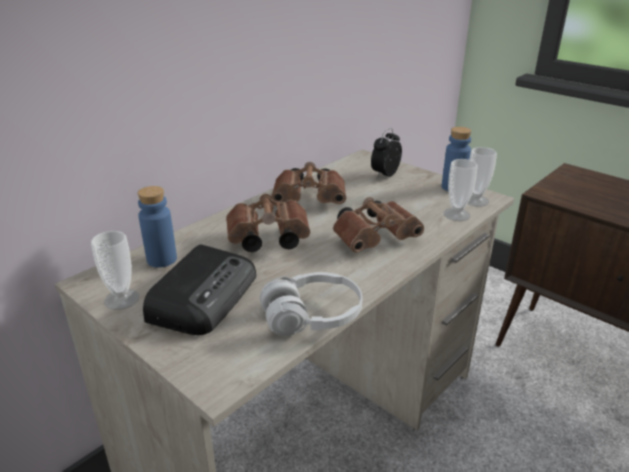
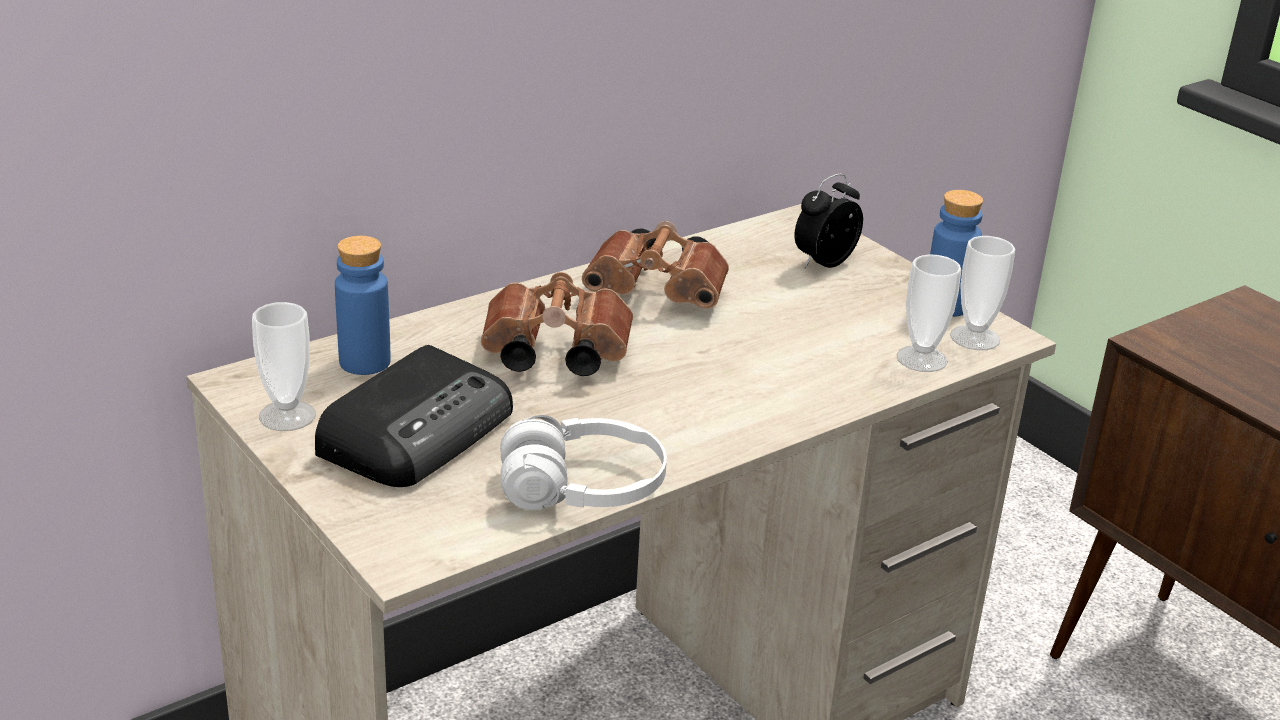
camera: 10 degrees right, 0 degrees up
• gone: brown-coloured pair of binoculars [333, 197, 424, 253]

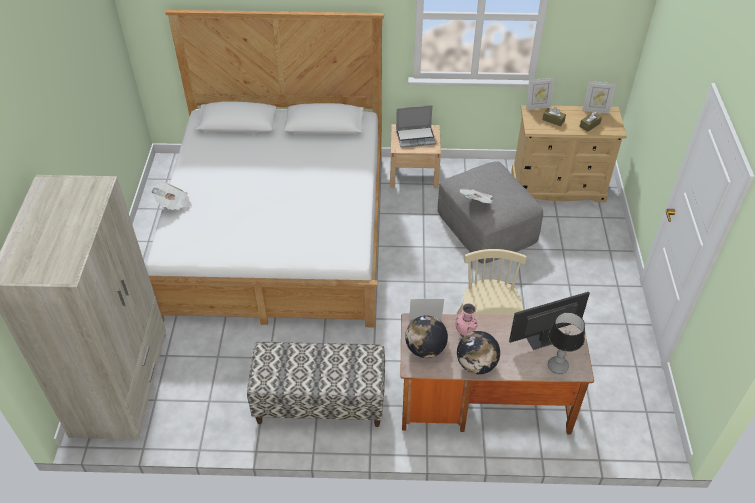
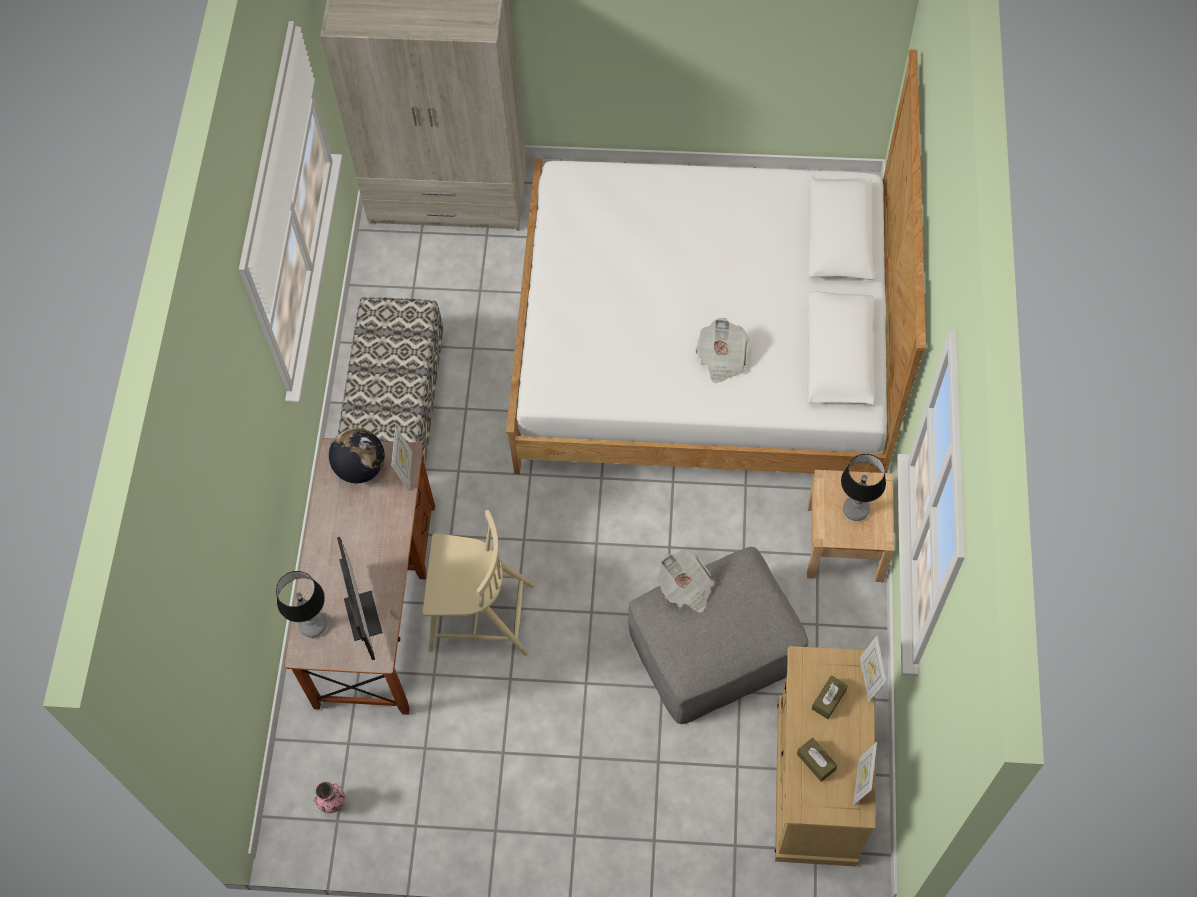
camera: 95 degrees right, 15 degrees up
• gone: world globe [457, 331, 500, 374]
• shifted: printed paper [151, 182, 192, 210] to [696, 318, 749, 383]
• shifted: pink decorative vase [456, 303, 478, 337] to [314, 781, 345, 813]
• swapped: laptop [396, 105, 436, 148] to lamp for a table [841, 454, 886, 521]

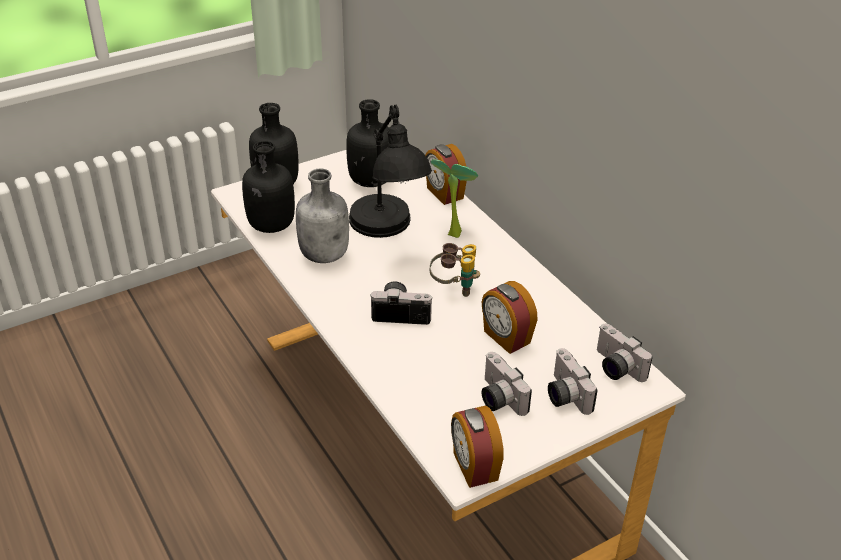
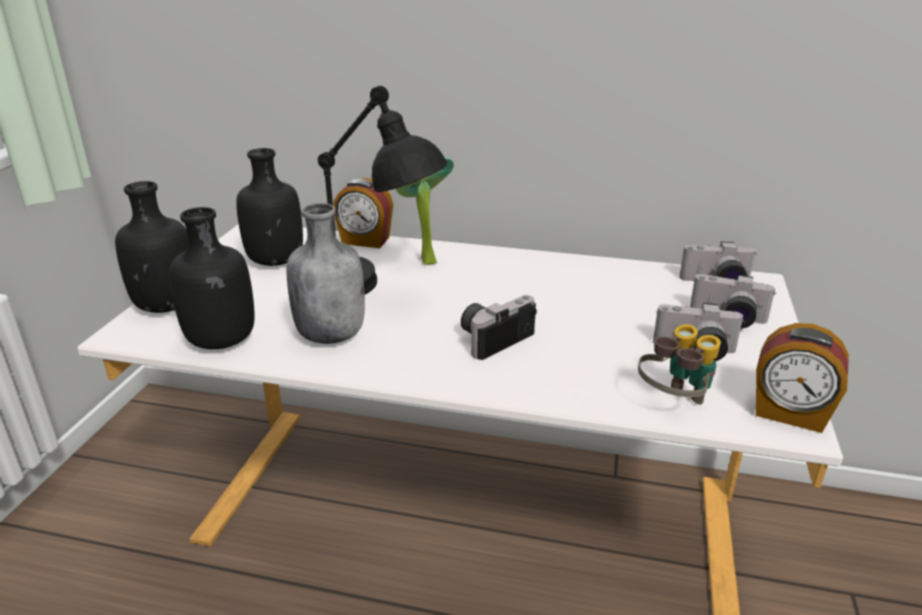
camera: 45 degrees left, 10 degrees down
• gone: table clock [482, 281, 538, 354]
• shifted: pair of binoculars [430, 243, 480, 297] to [638, 324, 721, 405]

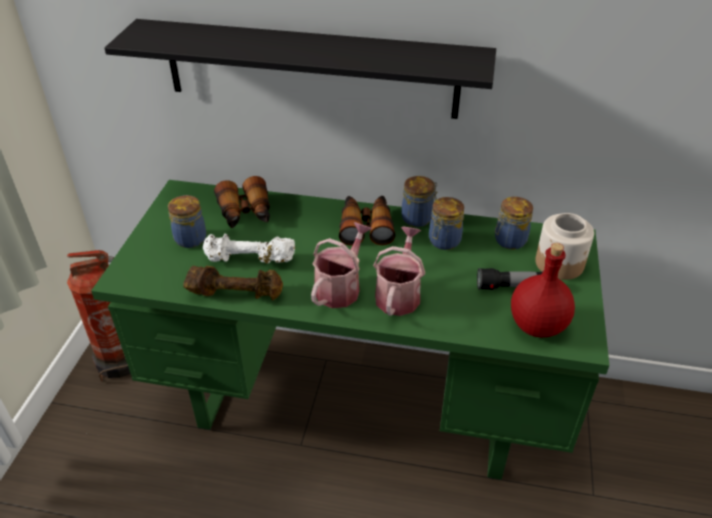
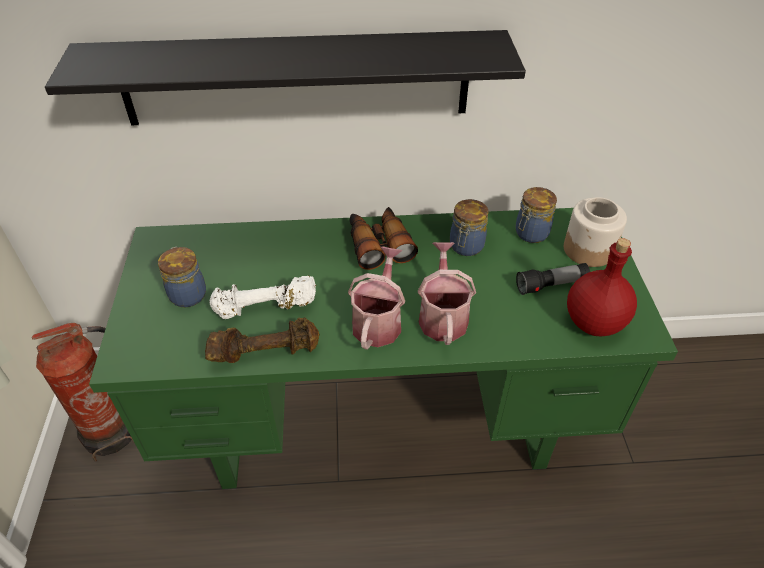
camera: 15 degrees left, 5 degrees up
• gone: pair of binoculars [214, 176, 270, 228]
• gone: jar [401, 176, 438, 227]

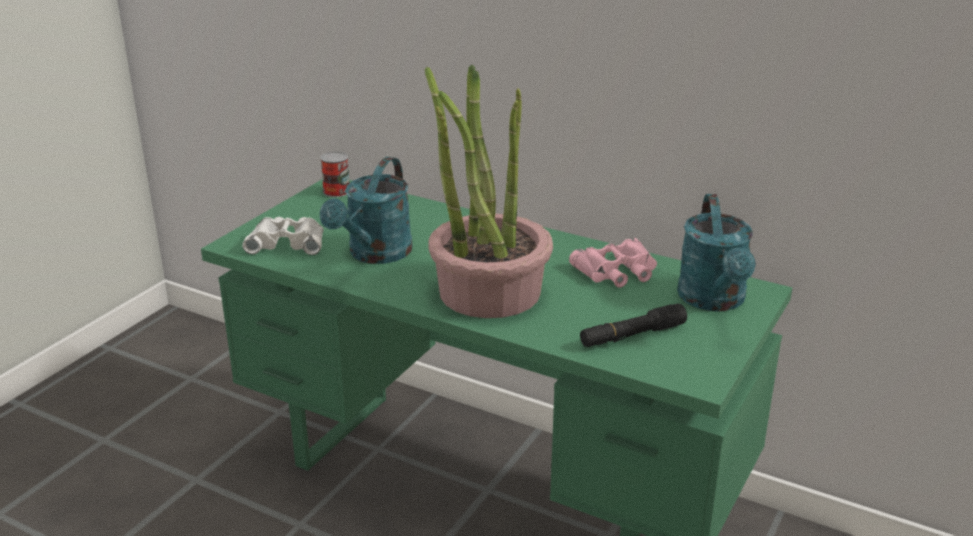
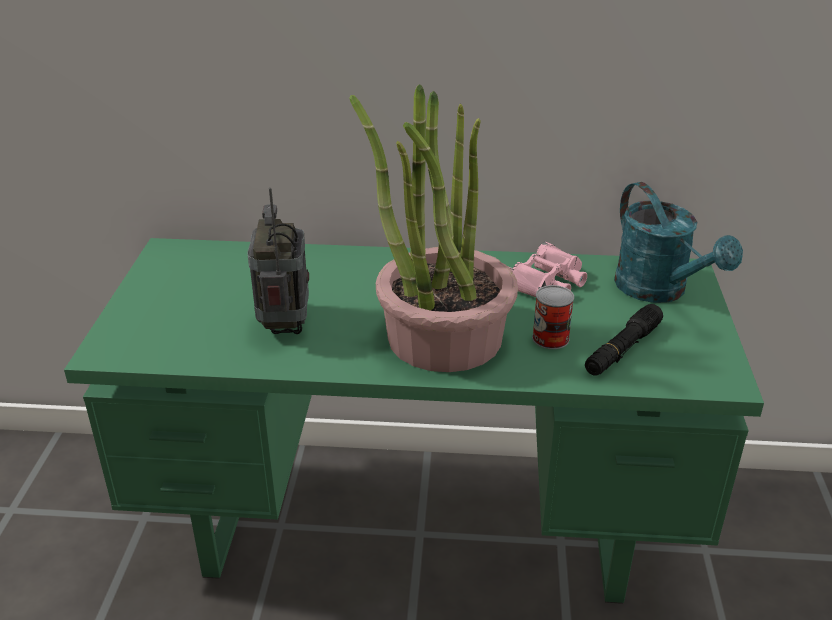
camera: 25 degrees left, 5 degrees up
• gone: white-coloured pair of binoculars [242, 217, 324, 255]
• shifted: sealed can [320, 151, 350, 197] to [532, 285, 574, 349]
• swapped: turquoise sprinkling can [320, 157, 413, 264] to radio receiver [247, 188, 309, 334]

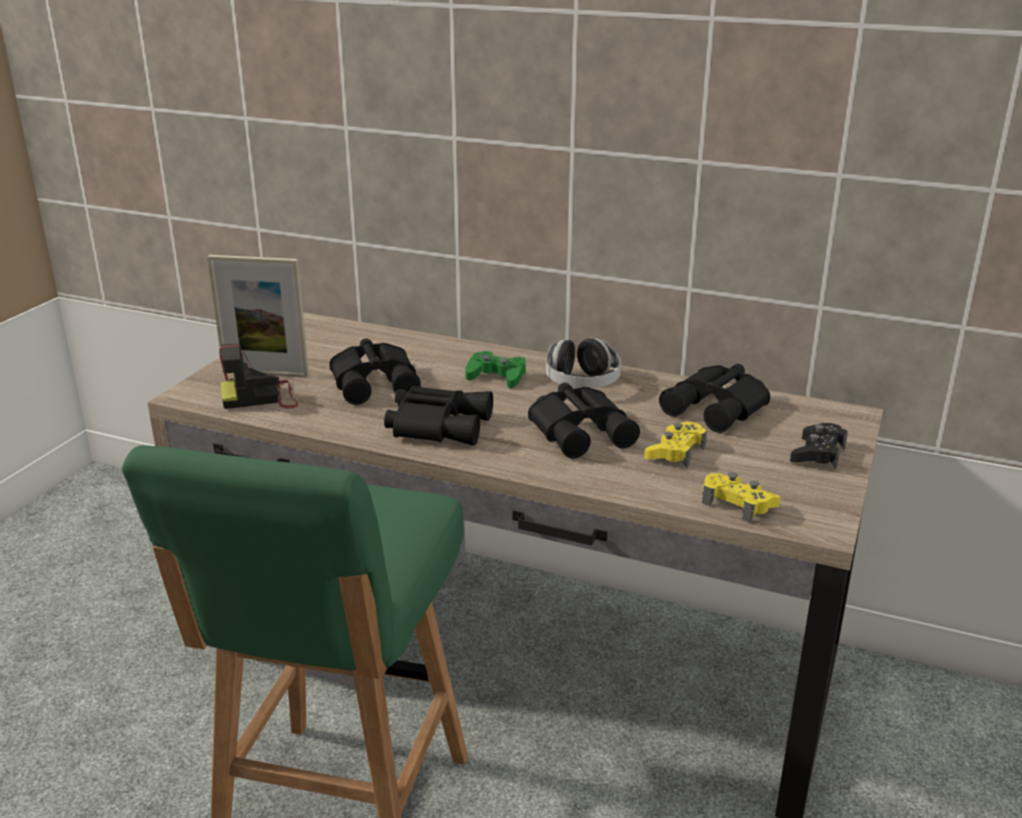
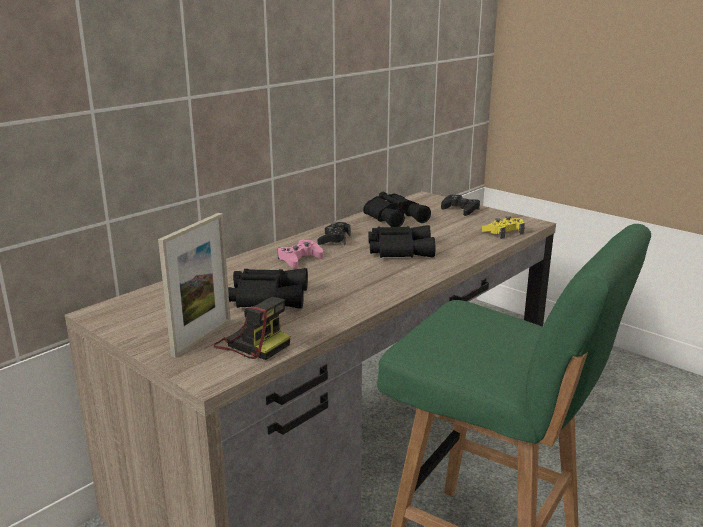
camera: 70 degrees left, 5 degrees down
• gone: blackish pair of binoculars [384, 386, 493, 445]
• gone: yellow gamepad [644, 422, 707, 468]
• swapped: headphones [546, 338, 621, 388] to blackish gamepad [318, 222, 351, 245]
• repainted: green gamepad [465, 351, 526, 389] to pink gamepad [278, 240, 323, 268]
• rotated: photo camera [219, 344, 298, 409] = [214, 297, 290, 360] 60 degrees counterclockwise

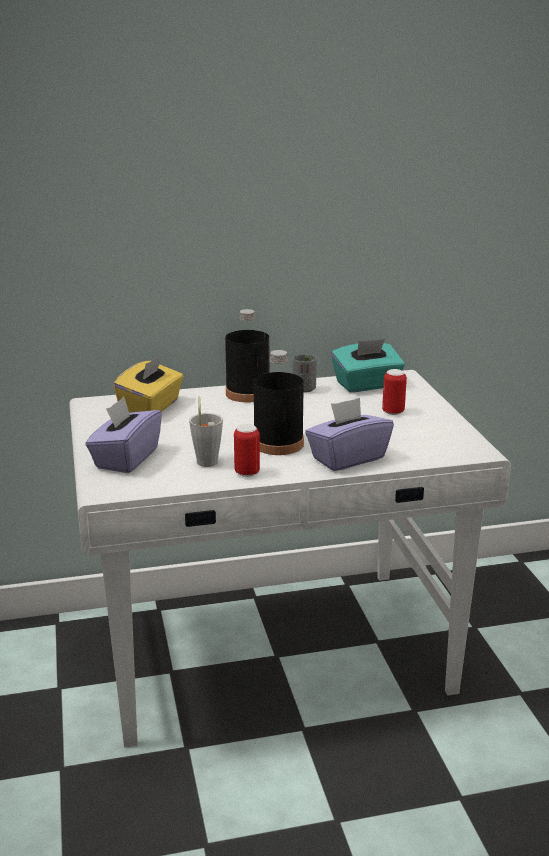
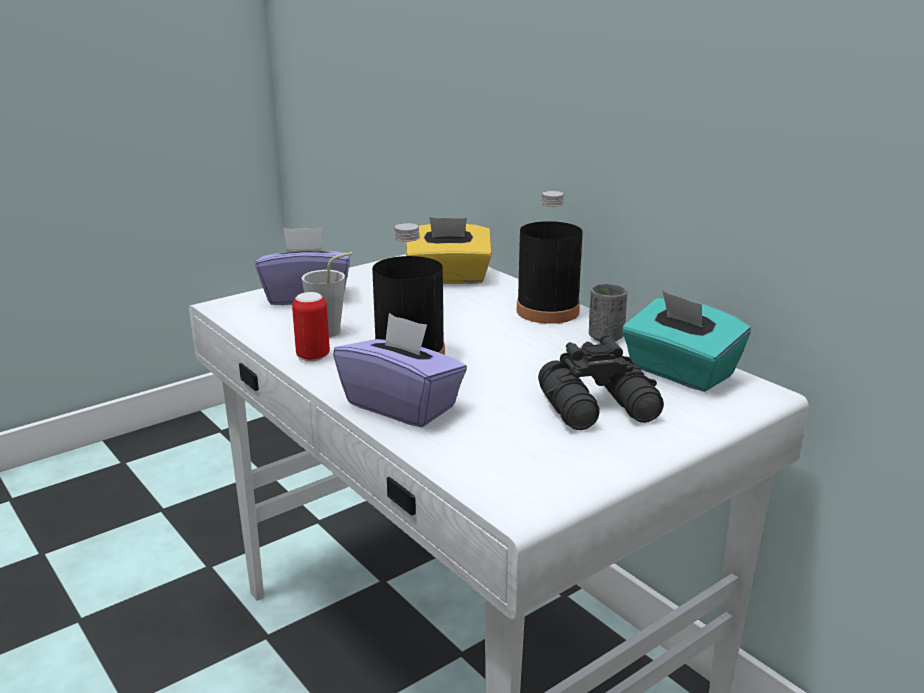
camera: 65 degrees right, 0 degrees up
• swapped: sealed can [382, 369, 407, 415] to blackish pair of binoculars [538, 335, 664, 430]

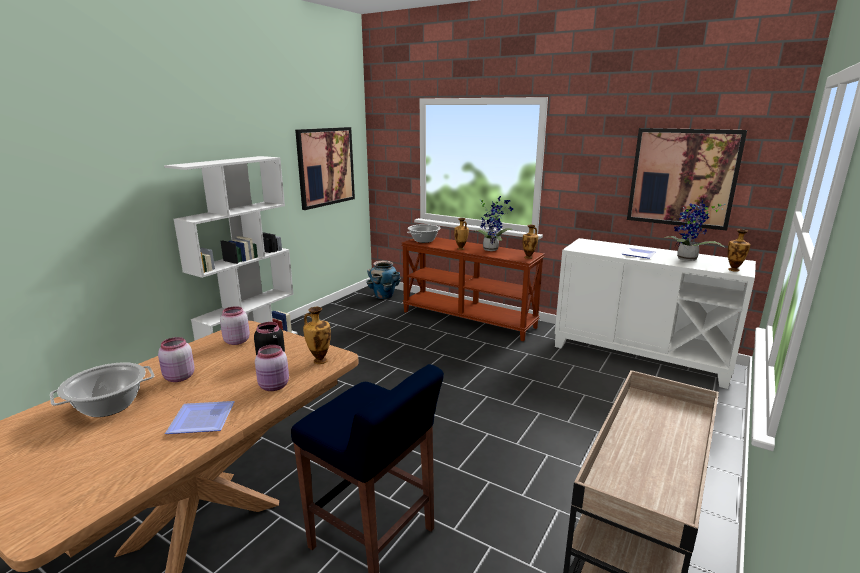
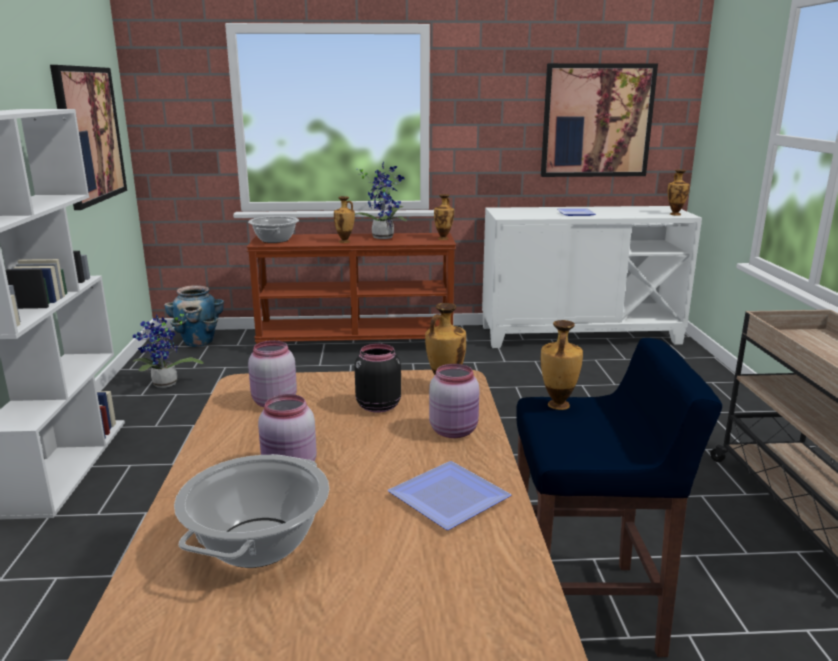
camera: 35 degrees left, 0 degrees up
• new: decorative vase [541, 320, 583, 410]
• shifted: plant in a pot [664, 200, 725, 261] to [132, 313, 204, 388]

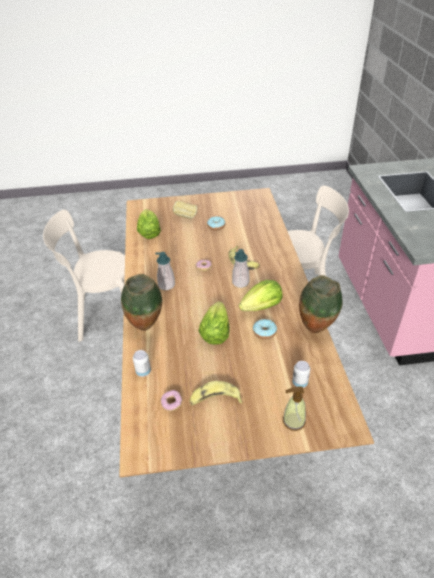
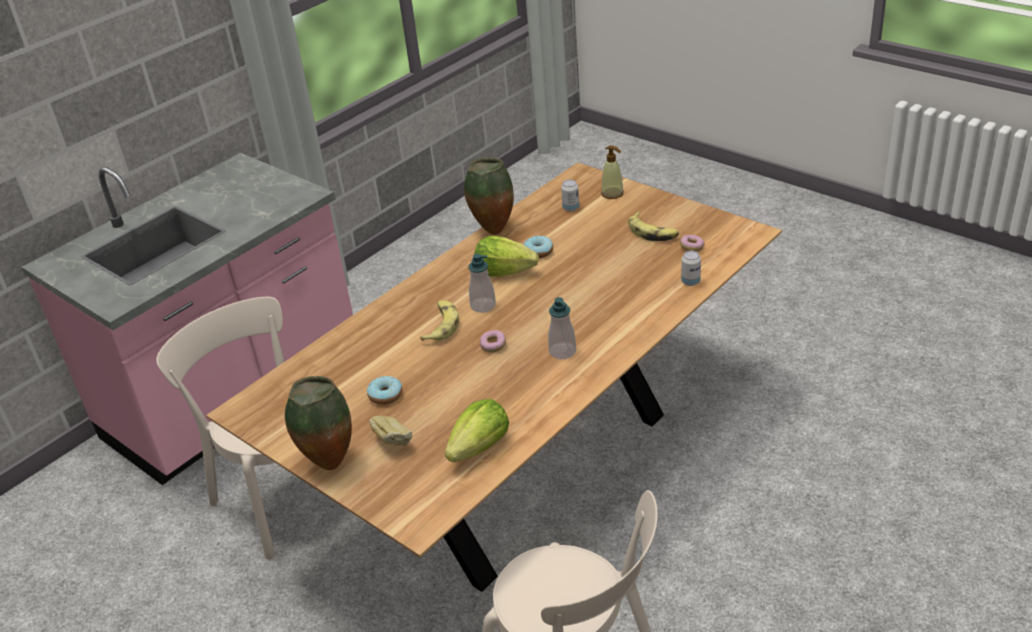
camera: 130 degrees left, 5 degrees down
• gone: lettuce [199, 301, 230, 345]
• shifted: decorative vase [121, 274, 162, 331] to [285, 376, 352, 470]

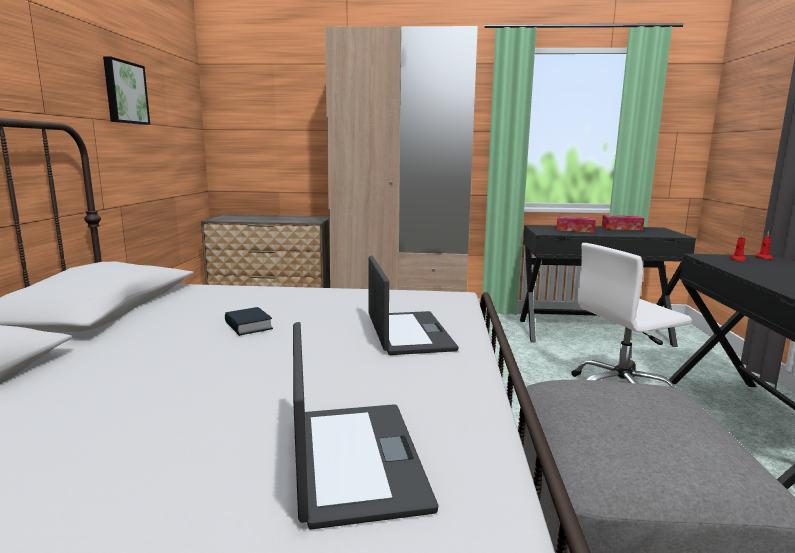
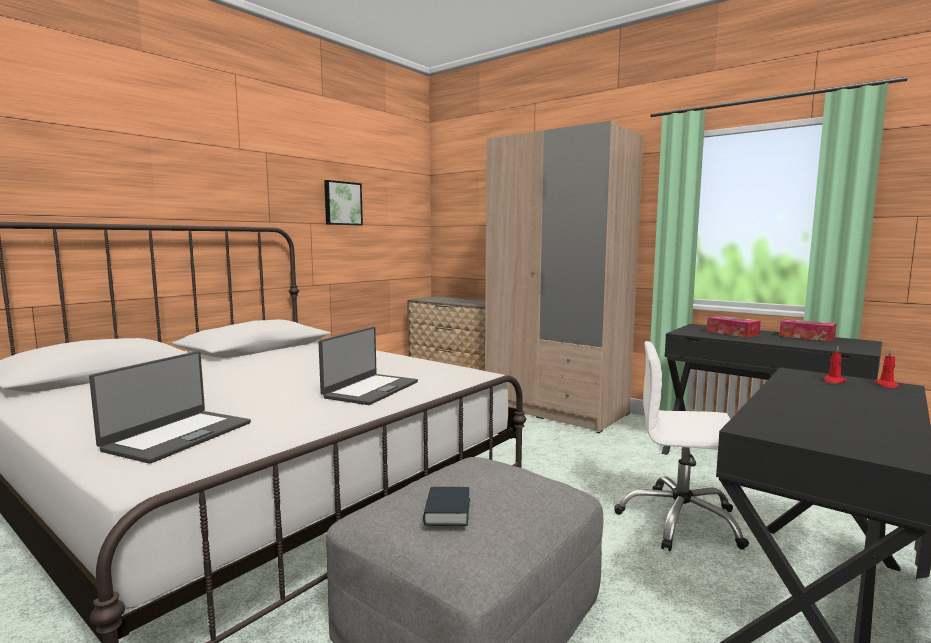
camera: 35 degrees right, 5 degrees down
• shifted: volume [225, 307, 273, 336] to [423, 487, 470, 526]

